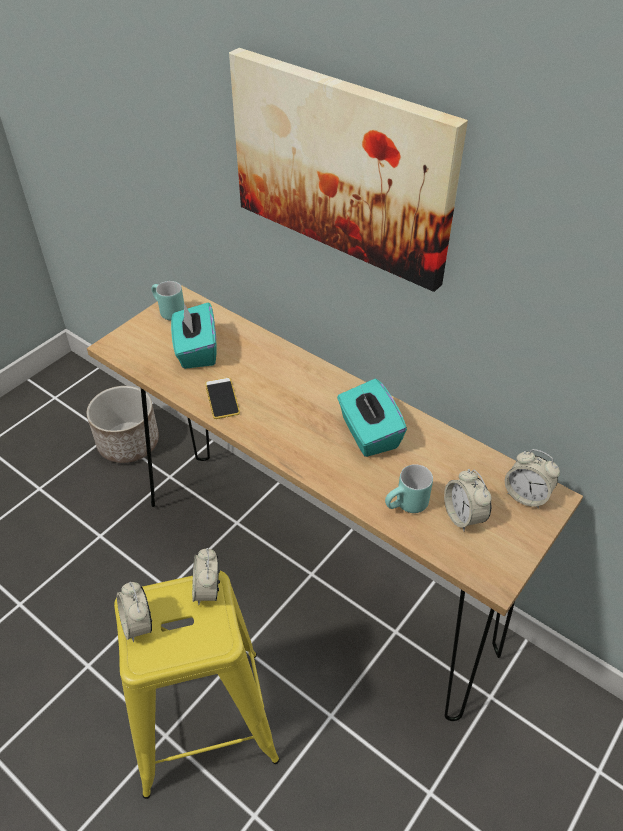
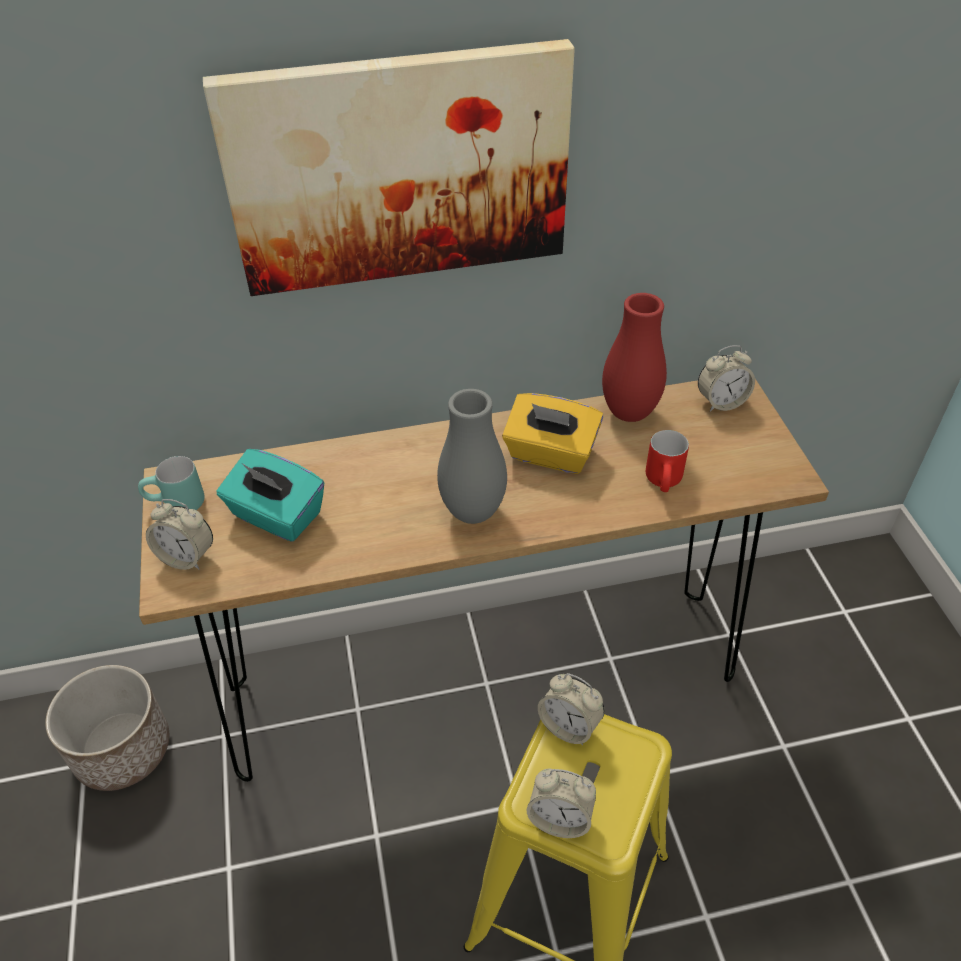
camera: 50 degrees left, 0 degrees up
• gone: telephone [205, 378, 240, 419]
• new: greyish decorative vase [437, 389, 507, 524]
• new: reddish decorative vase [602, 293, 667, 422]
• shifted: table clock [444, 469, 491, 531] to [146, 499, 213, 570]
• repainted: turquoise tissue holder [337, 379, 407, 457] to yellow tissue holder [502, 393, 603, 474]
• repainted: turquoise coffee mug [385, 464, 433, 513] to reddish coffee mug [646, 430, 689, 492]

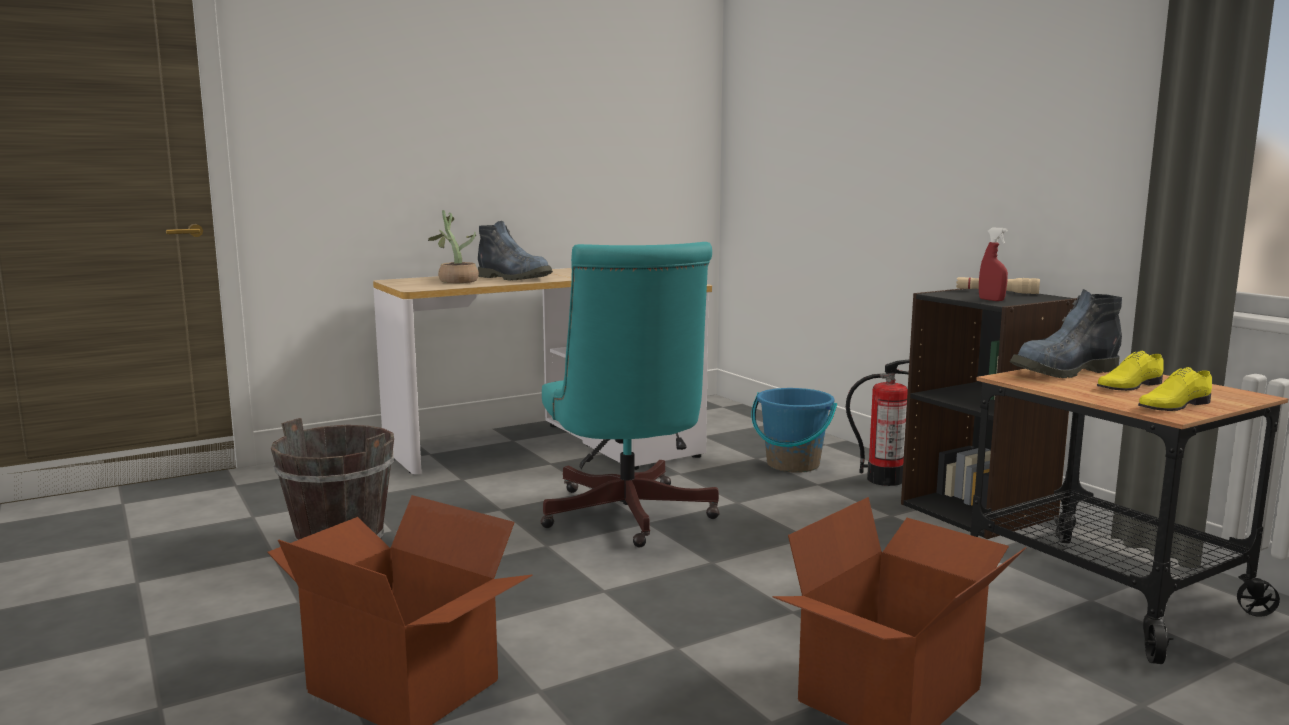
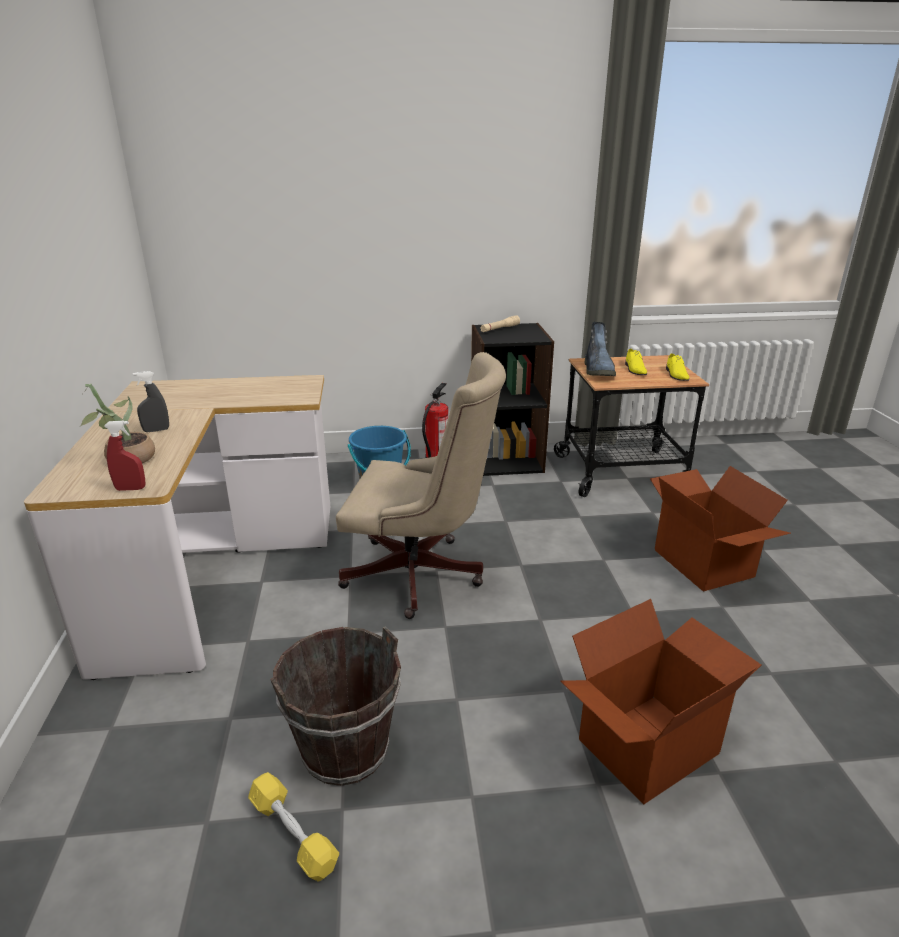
camera: 65 degrees left, 15 degrees up
• new: yellow hand weight [248, 772, 339, 882]
• shifted: reddish sprayer [979, 228, 1008, 301] to [104, 421, 146, 491]
• swapped: tall boot [478, 221, 553, 281] to greyish sprayer [133, 371, 169, 432]
• repainted: turquoise computer chair [540, 242, 720, 548] to beige computer chair [336, 352, 506, 619]

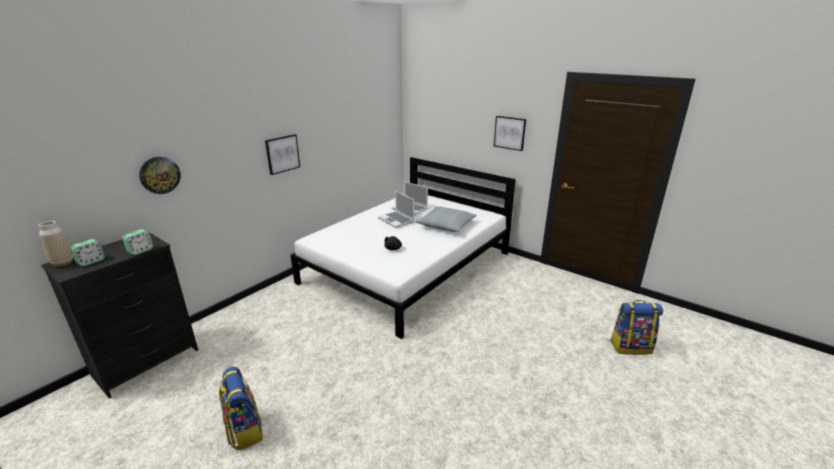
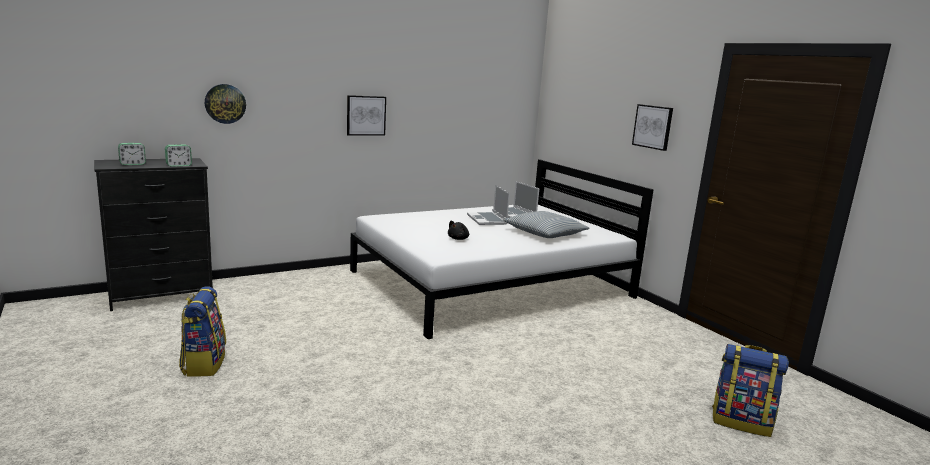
camera: 20 degrees right, 10 degrees down
• gone: decorative vase [38, 221, 73, 267]

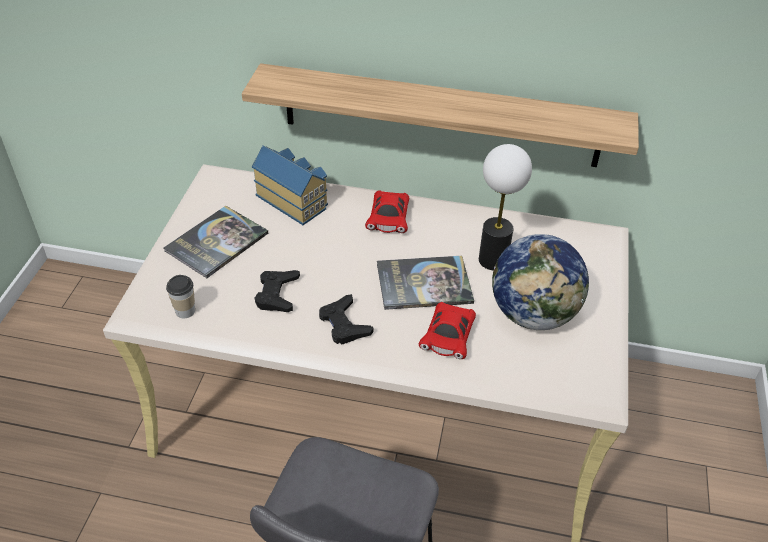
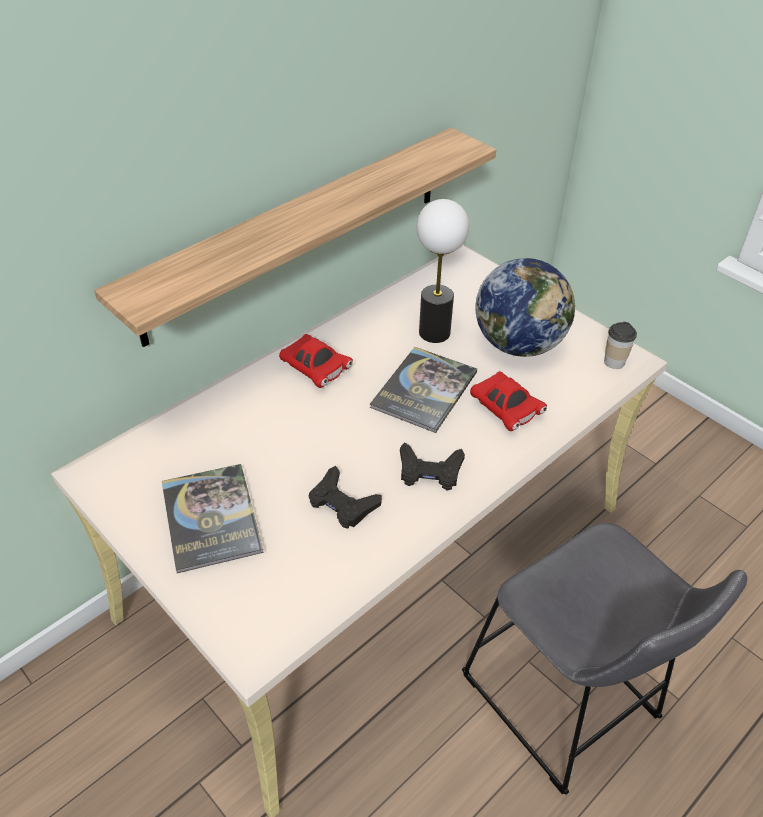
camera: 55 degrees left, 0 degrees up
• gone: miniature house [252, 145, 328, 225]
• shifted: cup [166, 275, 195, 318] to [604, 322, 637, 369]

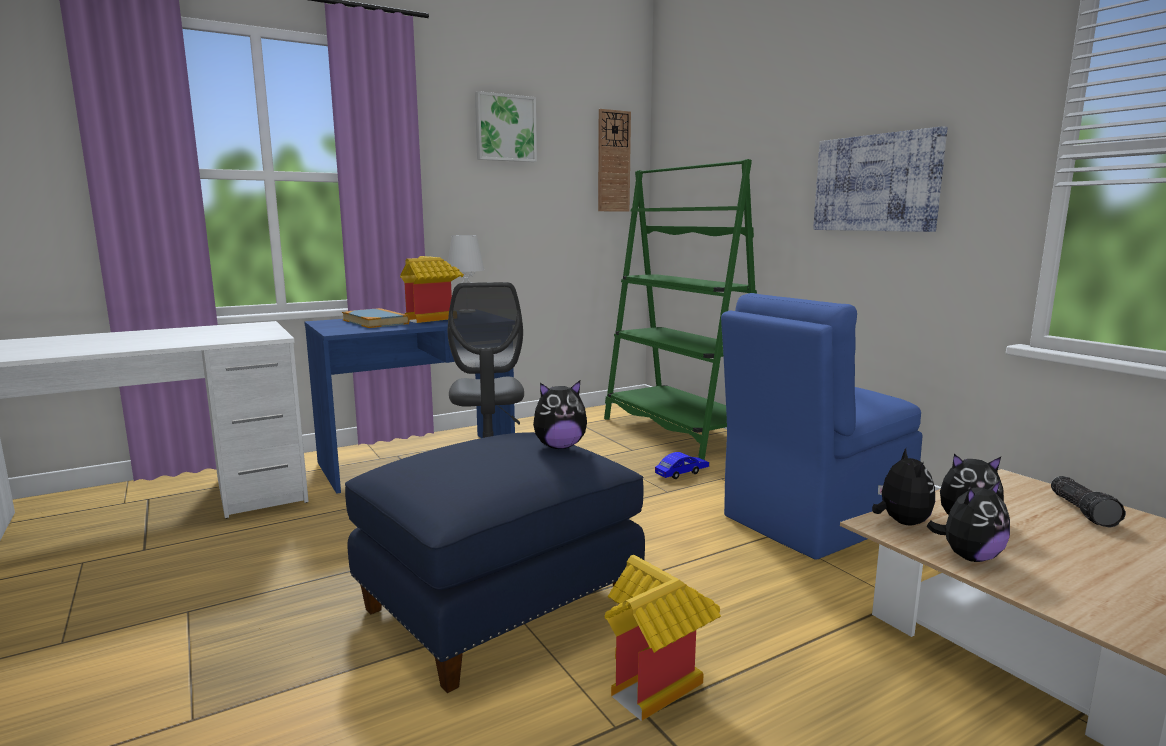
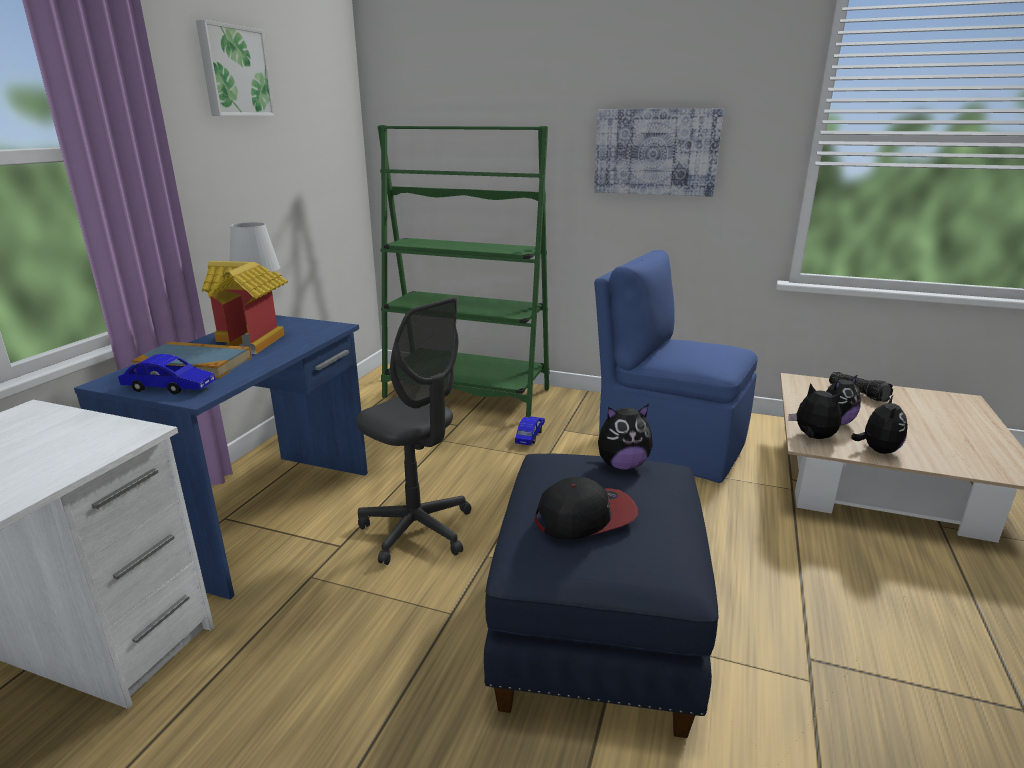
camera: 40 degrees left, 10 degrees up
• gone: clock on the wall [598, 109, 631, 212]
• gone: miniature house [605, 555, 721, 721]
• new: blue-coloured model car [118, 354, 215, 395]
• new: cap [535, 477, 638, 540]
• rotated: plush toy [533, 381, 587, 449] = [598, 404, 653, 470] 45 degrees clockwise
• rotated: blue-coloured plain chair [721, 293, 922, 560] = [594, 250, 758, 483] 105 degrees clockwise

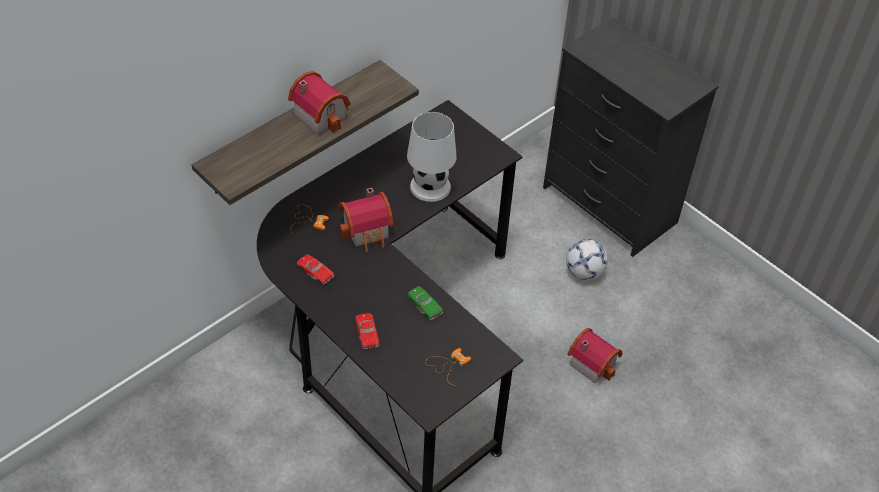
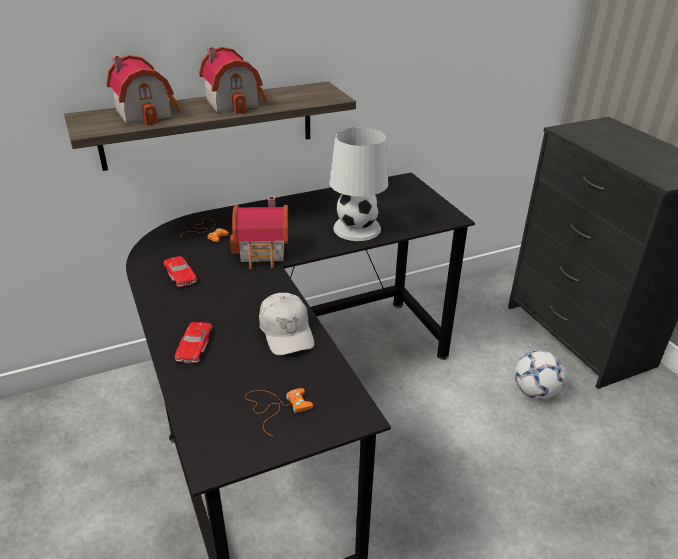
camera: 20 degrees right, 15 degrees down
• shifted: miniature house [567, 328, 623, 384] to [106, 55, 182, 125]
• swapped: green model car [408, 286, 443, 320] to white-coloured cap [259, 293, 314, 355]

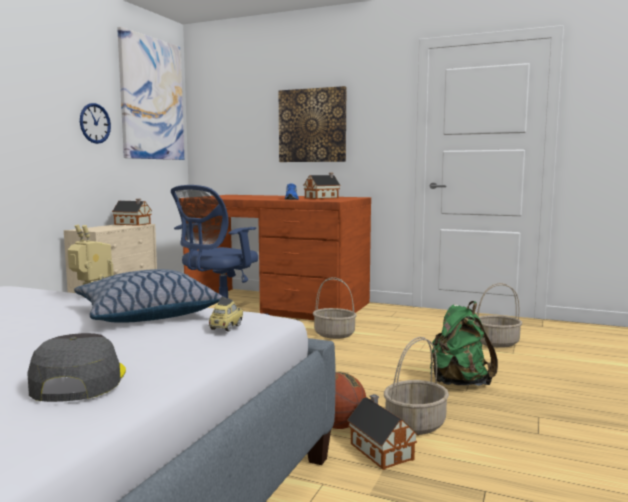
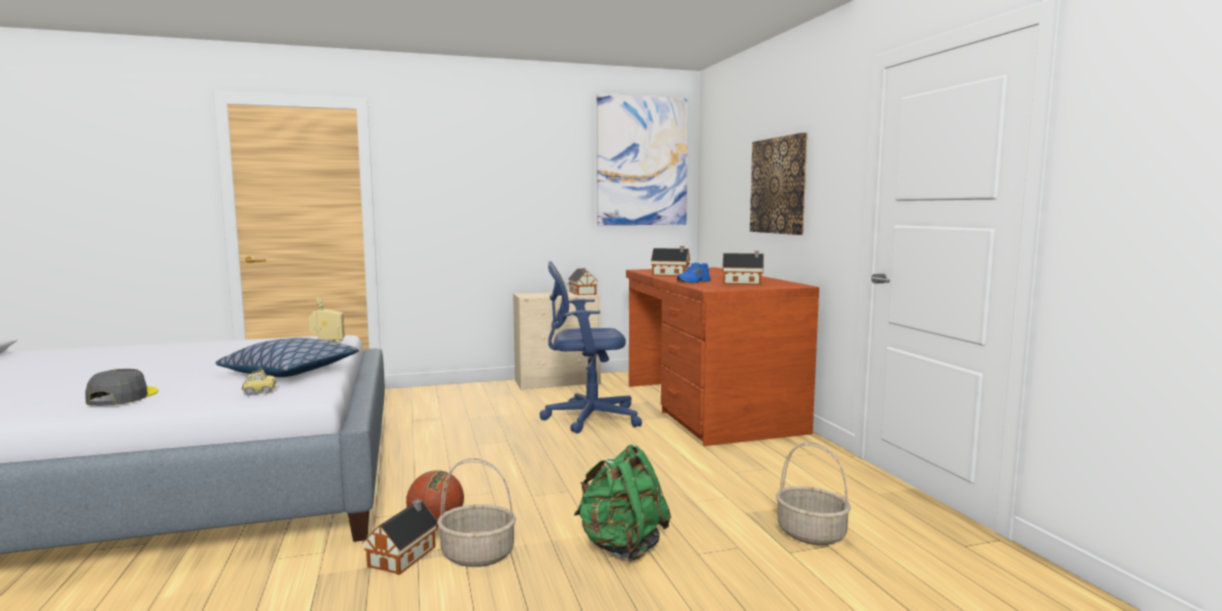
camera: 50 degrees right, 0 degrees up
• gone: clock on the wall [80, 103, 111, 144]
• gone: basket [313, 277, 357, 339]
• new: miniature house [651, 246, 690, 276]
• rotated: greyish cap [27, 333, 126, 402] = [85, 369, 158, 406] 45 degrees counterclockwise

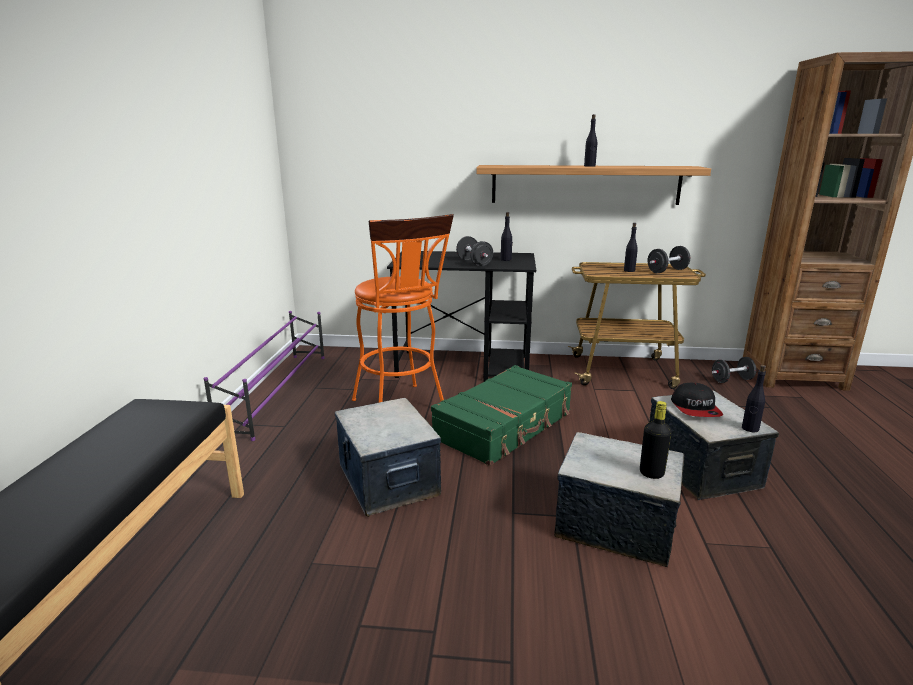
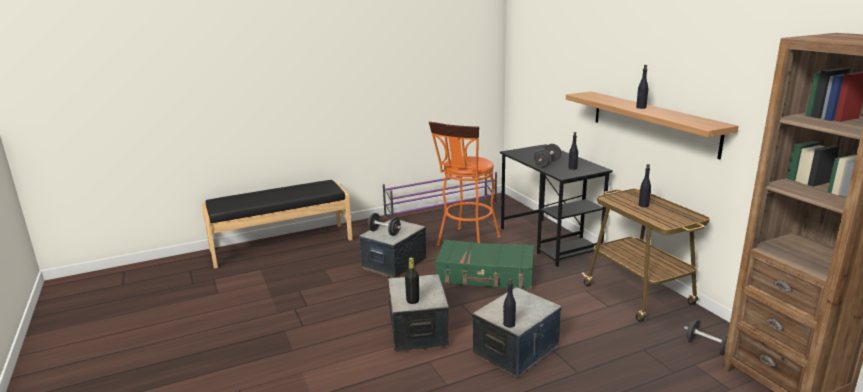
camera: 60 degrees right, 0 degrees up
• gone: cap [671, 383, 723, 417]
• shifted: blackish hand weight [647, 246, 690, 273] to [368, 213, 401, 236]

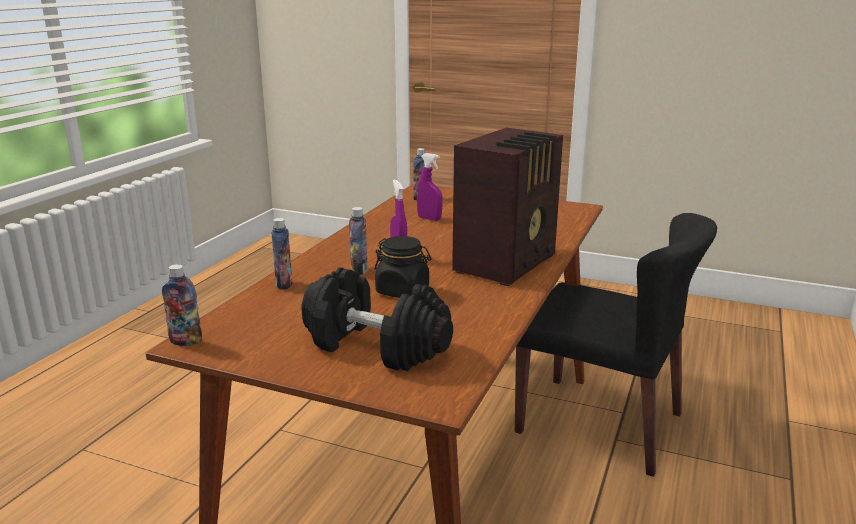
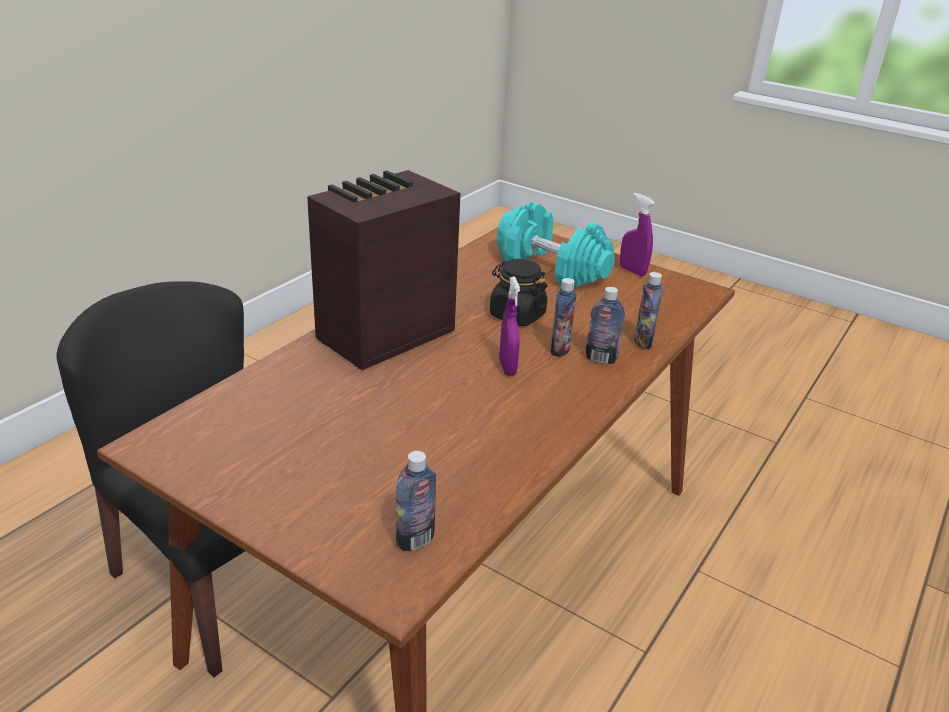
camera: 170 degrees left, 10 degrees up
• shifted: beverage bottle [162, 264, 202, 346] to [585, 287, 625, 364]
• shifted: purplish sprayer [417, 153, 443, 221] to [620, 193, 655, 276]
• repainted: blackish hand weight [301, 267, 453, 371] to turquoise hand weight [497, 202, 615, 288]

